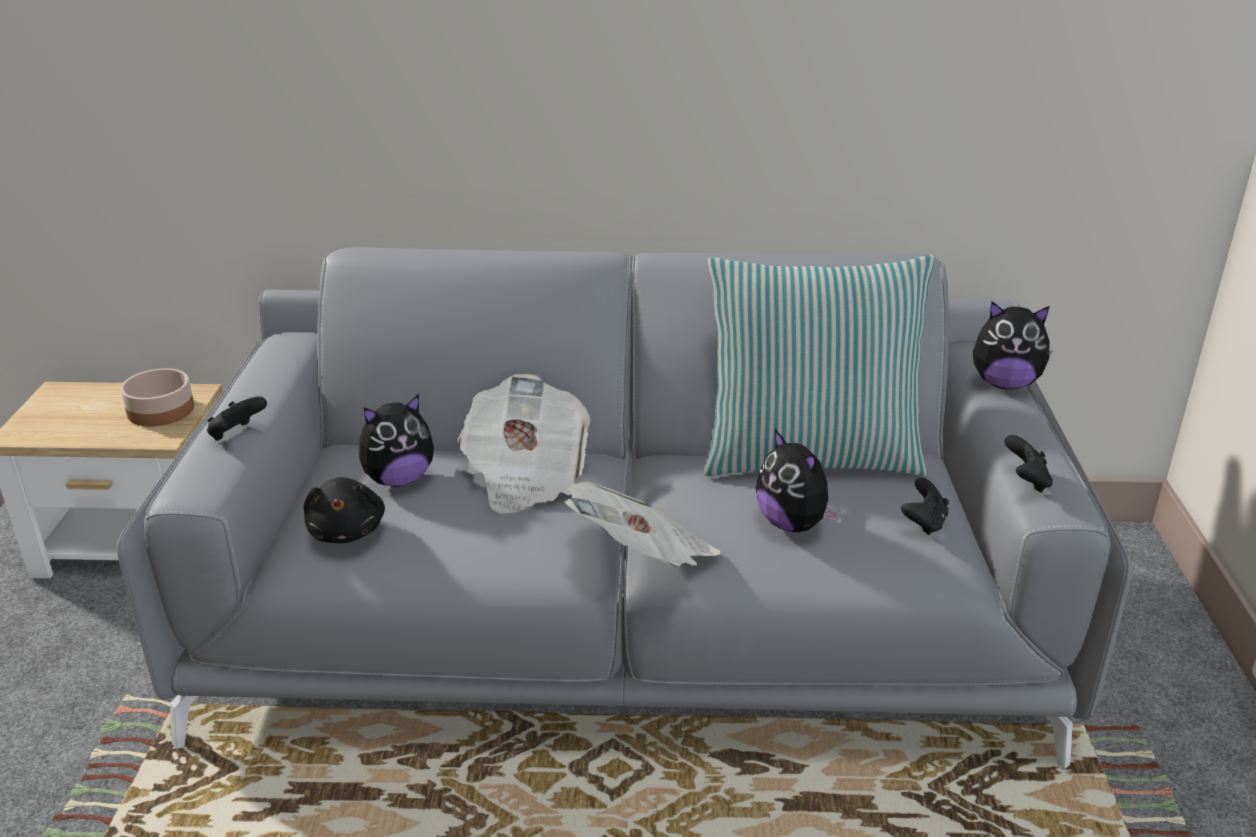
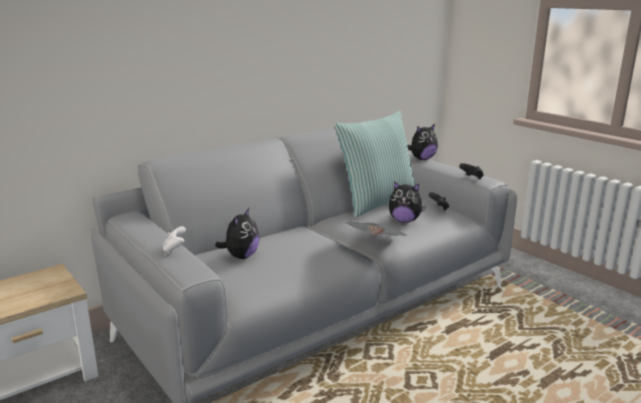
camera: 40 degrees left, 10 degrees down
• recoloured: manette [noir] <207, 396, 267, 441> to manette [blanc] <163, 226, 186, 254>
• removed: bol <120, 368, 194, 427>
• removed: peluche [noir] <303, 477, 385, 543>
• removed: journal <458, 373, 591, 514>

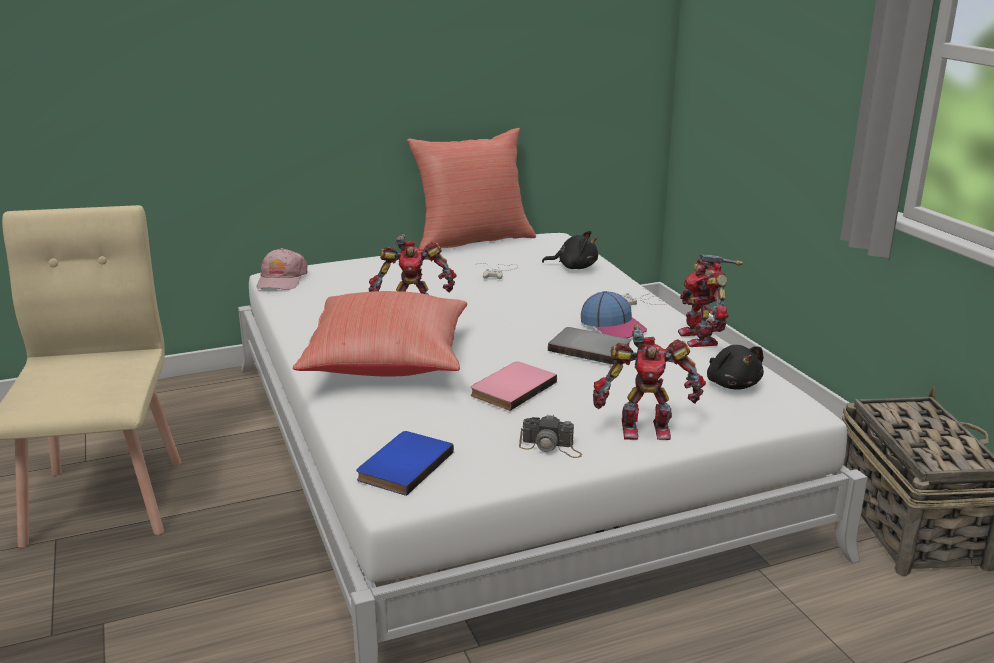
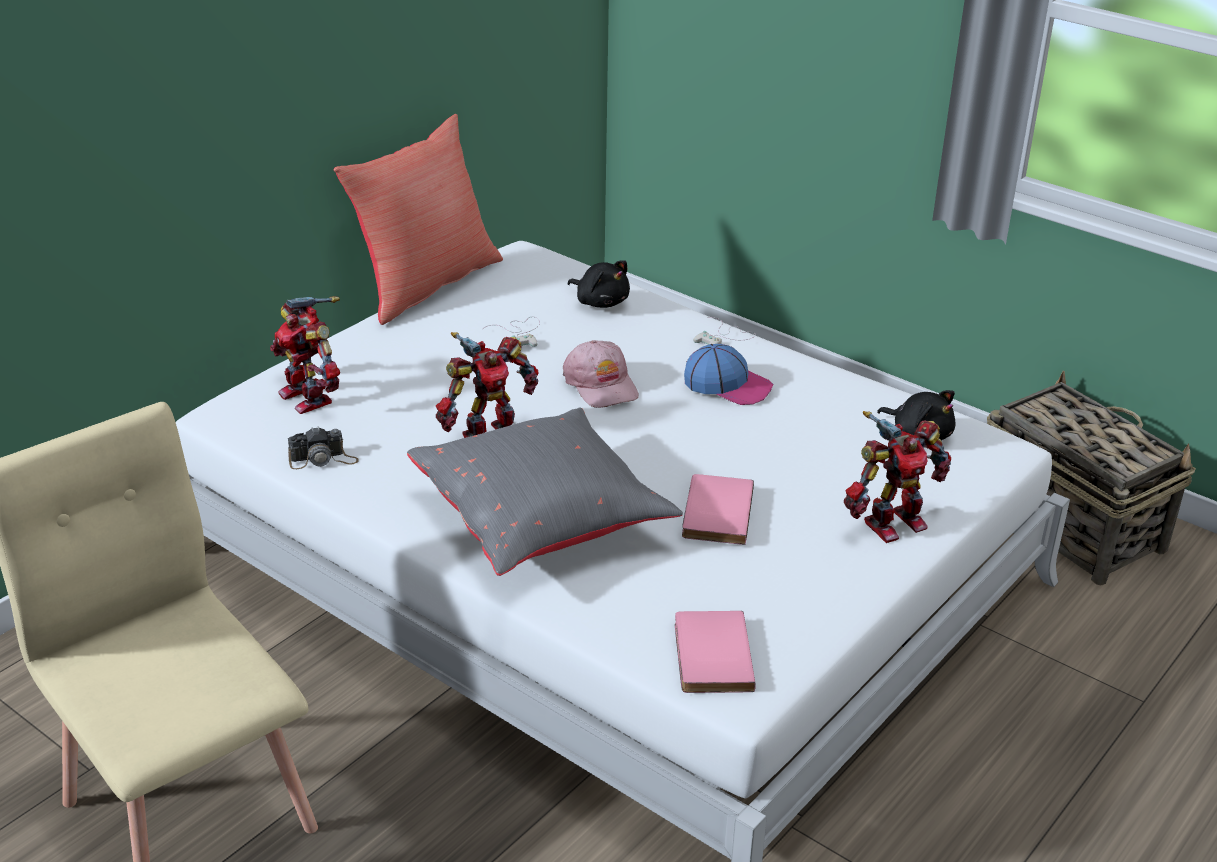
camera: 30 degrees left, 10 degrees up
• moved: robot jouet <678, 254, 743, 347> to <270, 296, 340, 414>
• moved: appareil photo <519, 414, 582, 458> to <288, 426, 358, 469>
• recoloured: coussin [rouge] <293, 291, 467, 377> to coussin [gris] <407, 407, 683, 576>
• moved: casquette [rose] <256, 248, 308, 290> to <563, 340, 639, 408>
• turned: peluche [noir] <542, 231, 598, 269> = <568, 260, 630, 308> 60 degrees clockwise
• recoloured: livre [bleu] <356, 431, 454, 496> to livre [rose] <675, 611, 756, 693>
• removed: livre [gris] <548, 327, 631, 365>

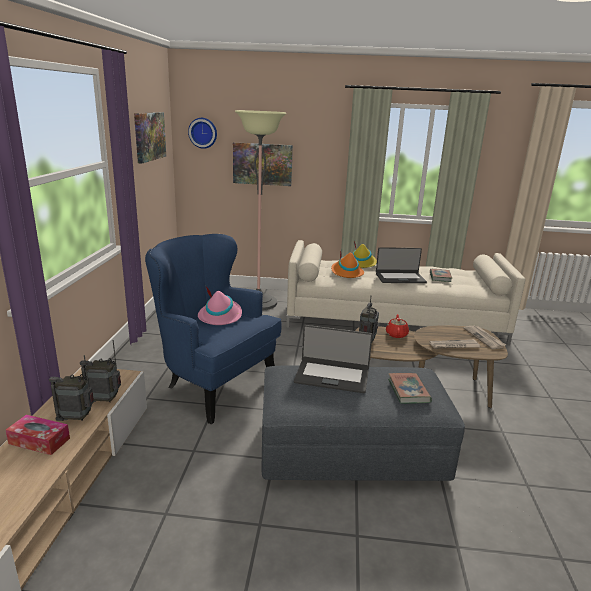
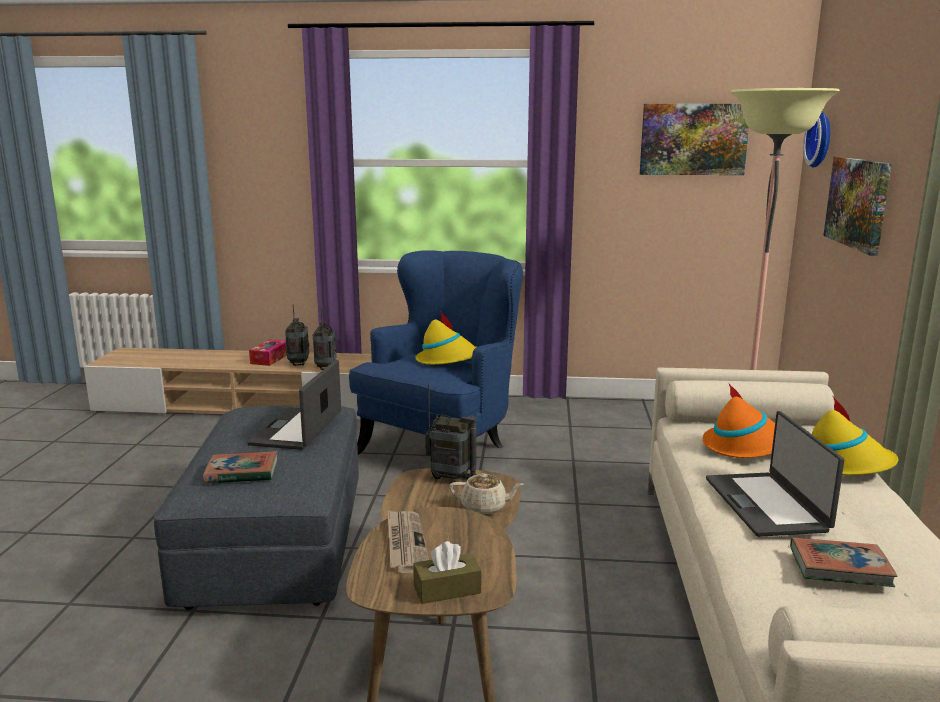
camera: 90 degrees right, 5 degrees down
• replaced: journal <463, 326, 506, 349> to boîte à mouchoirs [marron] <413, 541, 481, 604>
• recoloured: chapeau [rose] <198, 287, 242, 325> to chapeau [jaune] <415, 311, 477, 365>
• recoloured: théière [rouge] <386, 314, 409, 338> to théière [beige] <449, 473, 524, 515>

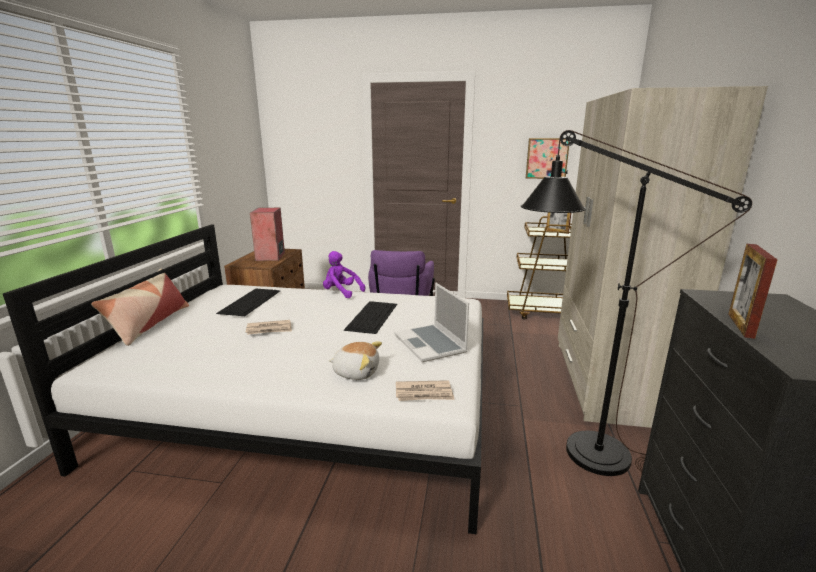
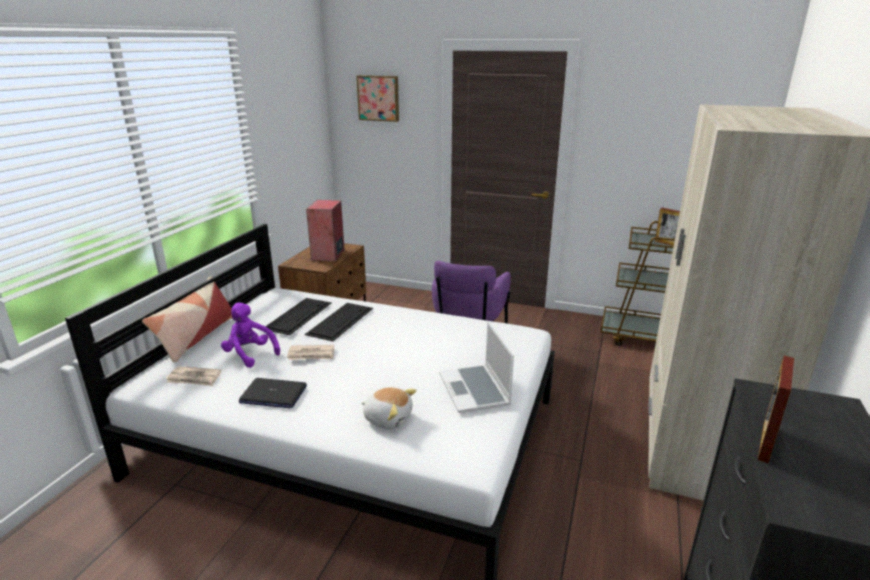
camera: 10 degrees right, 5 degrees up
• moved: journal <396, 380, 455, 401> to <166, 366, 221, 386>
• moved: peluche [violet] <323, 251, 365, 298> to <221, 303, 280, 368>
• added: ordinateur portable <239, 378, 307, 409>
• moved: clavier <344, 301, 397, 334> to <305, 303, 373, 341>
• moved: tableau <526, 138, 569, 179> to <357, 75, 399, 122>
• removed: lampadaire [noir] <521, 130, 752, 476>

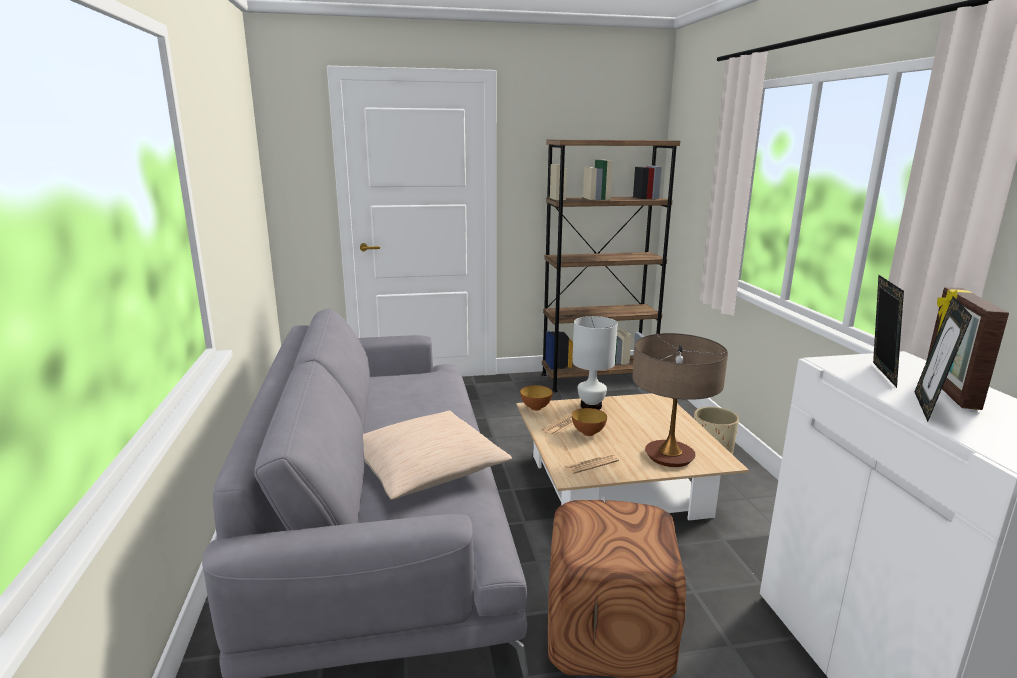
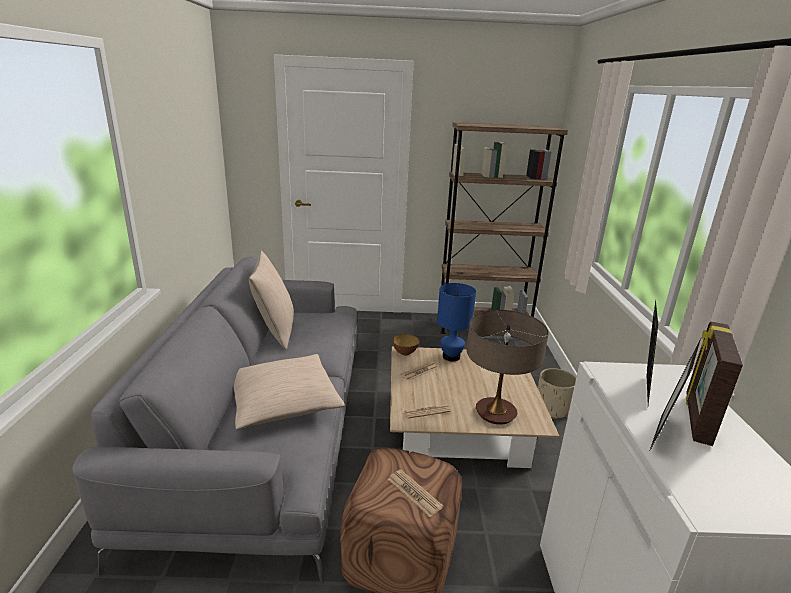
camera: 10 degrees right, 5 degrees up
• added: coussin [beige] <249, 251, 294, 350>
• added: journal <388, 470, 443, 517>
• recoloured: lampe de table [blanc] <573, 316, 618, 410> to lampe de table [bleu] <437, 283, 476, 362>
• removed: bol <572, 408, 607, 436>

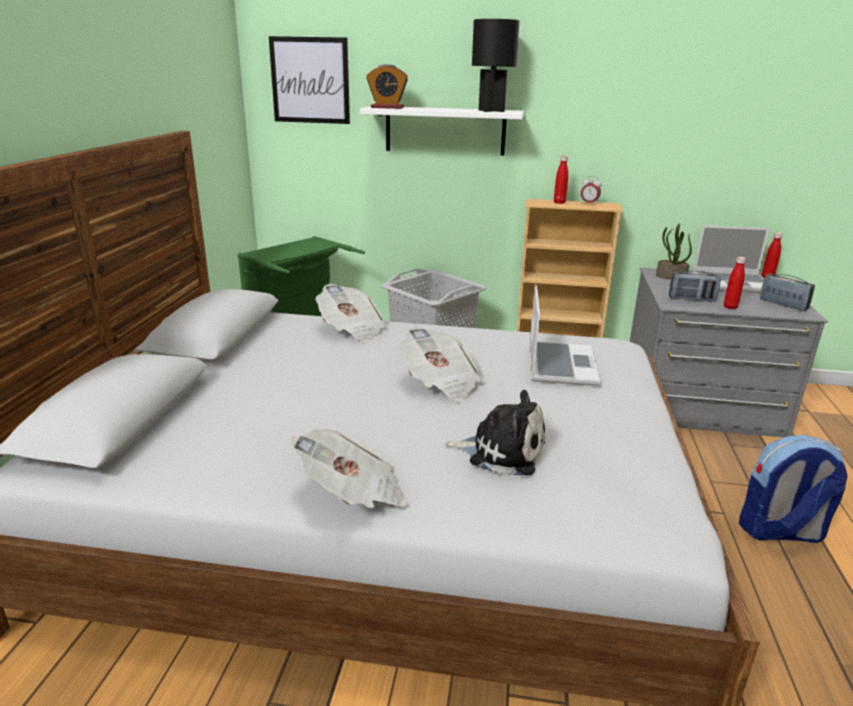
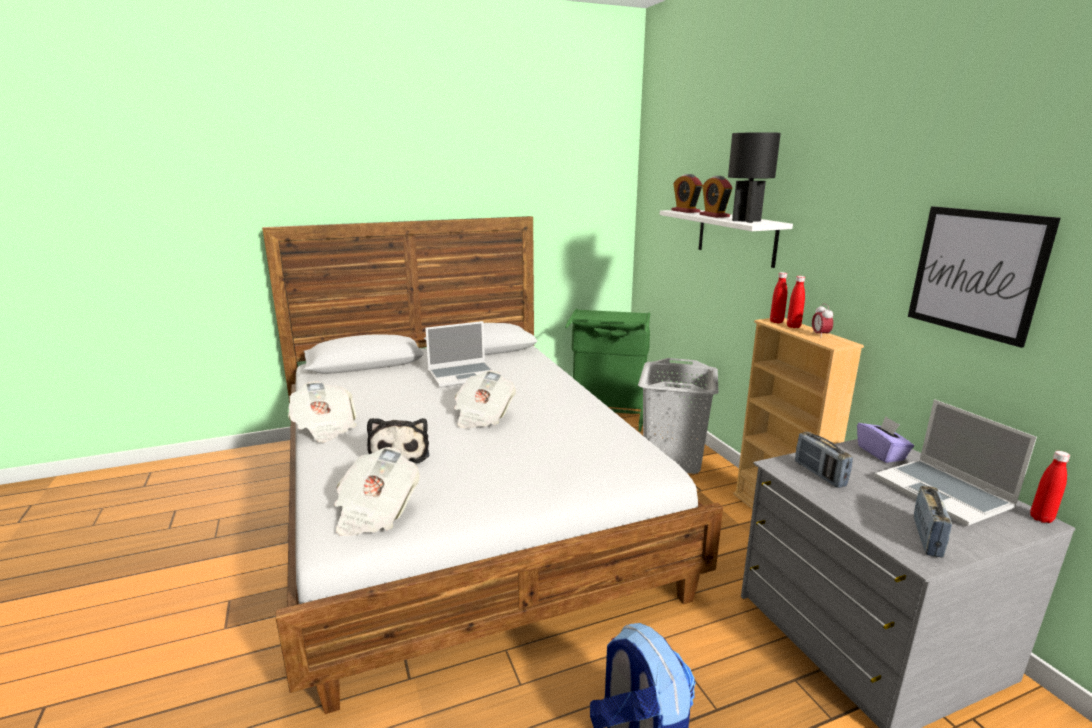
camera: 60 degrees right, 5 degrees down
• moved: journal <316, 284, 386, 342> to <334, 447, 420, 536>
• moved: ordinateur portable <529, 285, 601, 386> to <425, 321, 494, 388>
• added: réveil <700, 176, 733, 218>
• moved: bouteille [rouge] <724, 257, 746, 309> to <770, 272, 787, 323>
• replaced: plante en pot <656, 223, 692, 279> to boîte à mouchoirs [violet] <857, 417, 914, 463>
• moved: tableau <269, 36, 350, 124> to <908, 206, 1061, 348>

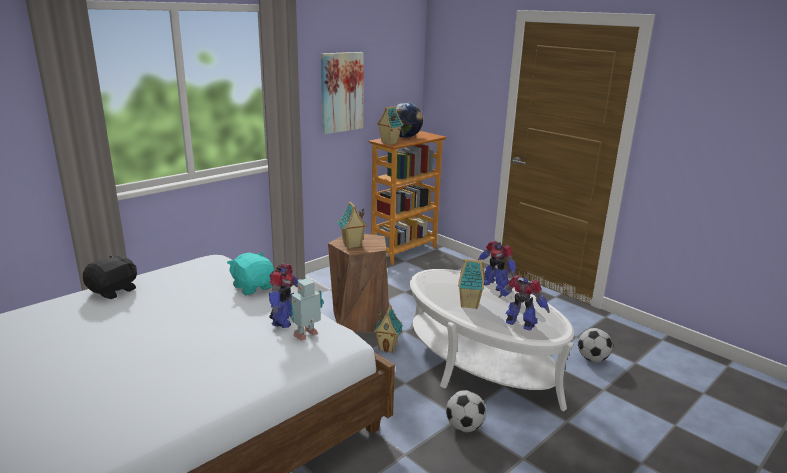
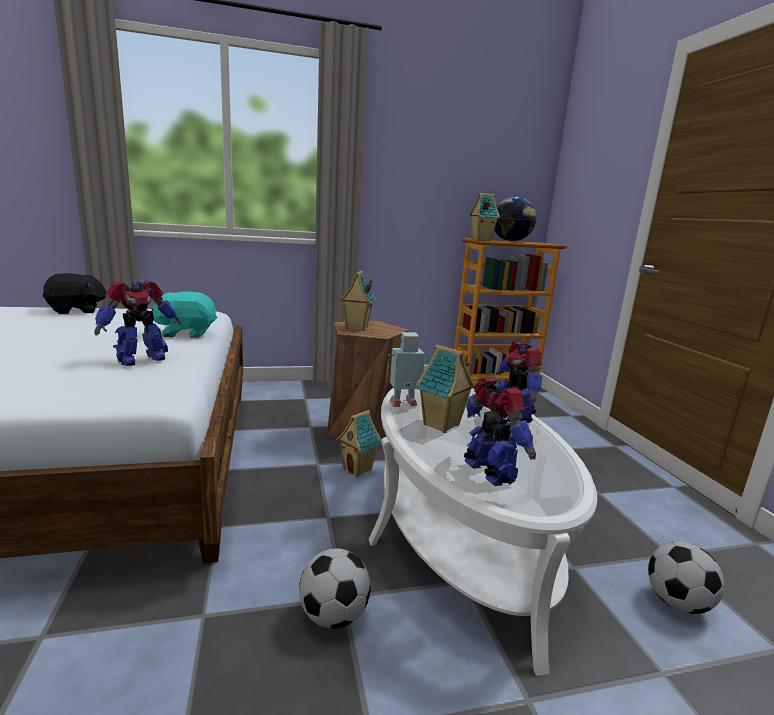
camera: 30 degrees right, 5 degrees down
• turned: peluche [turquoise] <227, 252, 274, 295> = <151, 292, 217, 338> 90 degrees counterclockwise
• moved: robot jouet <291, 278, 323, 341> to <386, 332, 430, 407>
• removed: tableau <321, 52, 364, 134>

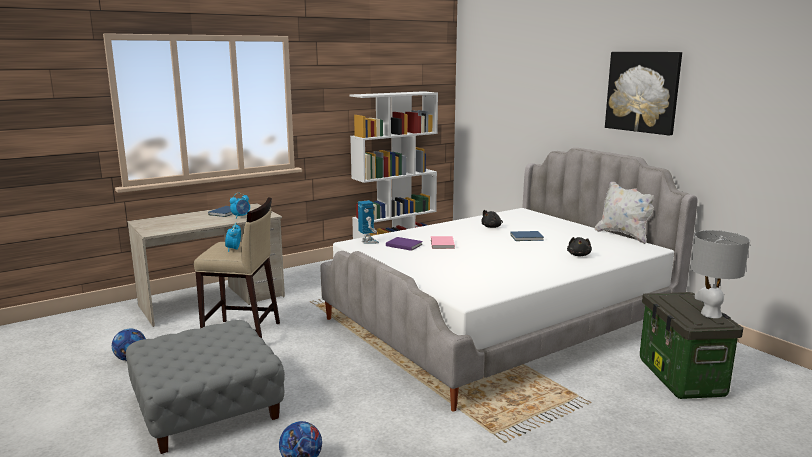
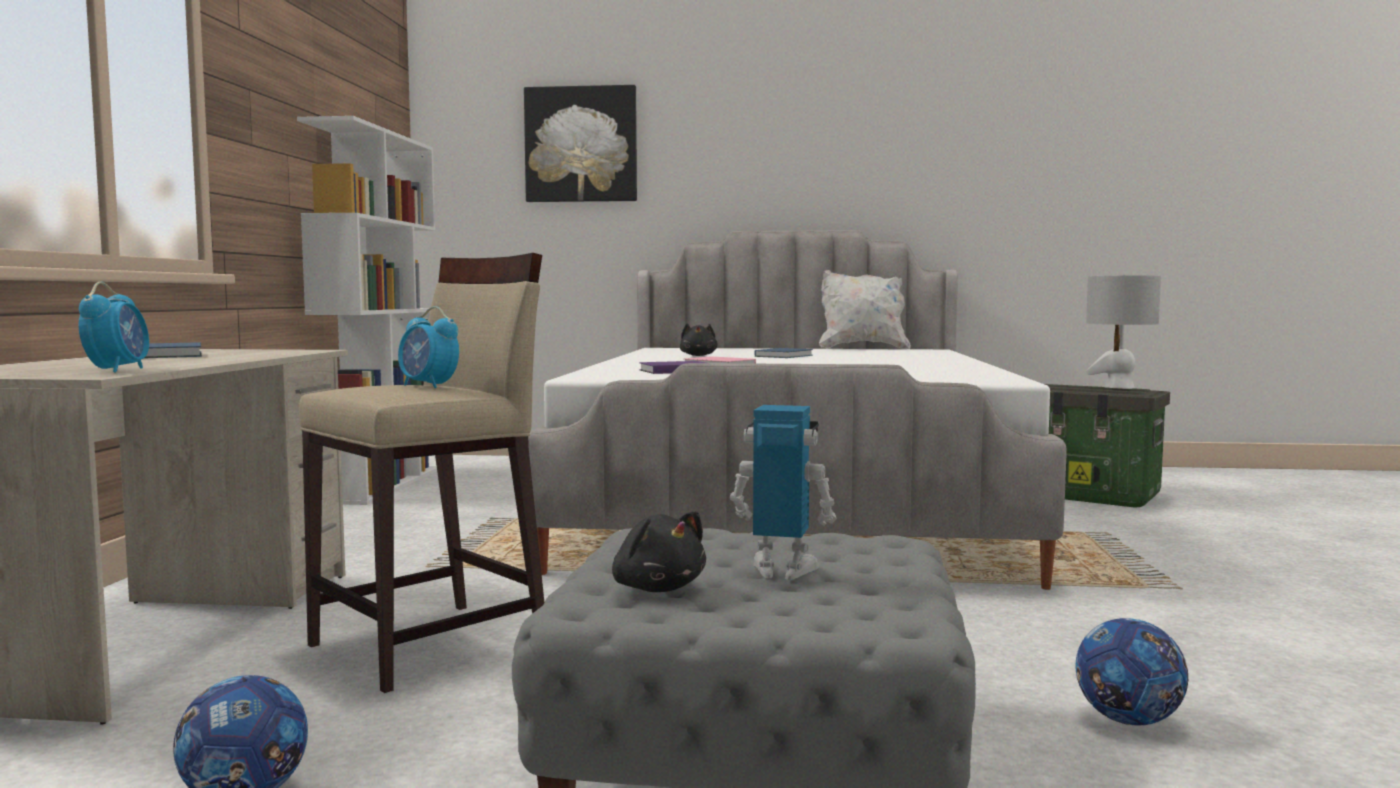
camera: 50 degrees left, 10 degrees down
• moved: réveil <230, 193, 250, 218> to <78, 282, 149, 373>
• moved: tableau <605, 52, 682, 135> to <524, 85, 637, 202>
• moved: peluche [noir] <567, 237, 592, 256> to <612, 511, 706, 592>
• moved: robot jouet <358, 200, 379, 244> to <730, 405, 837, 580>

